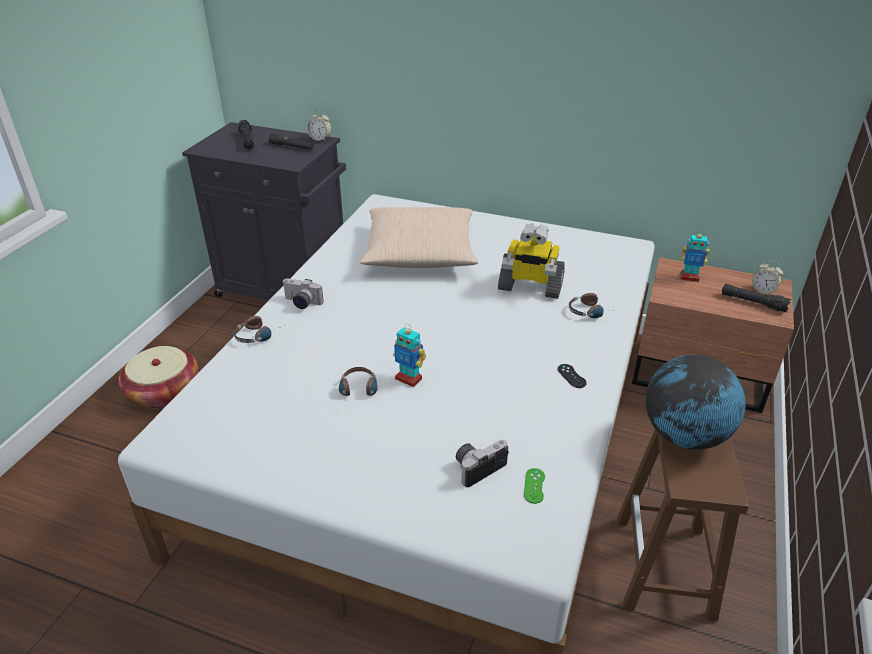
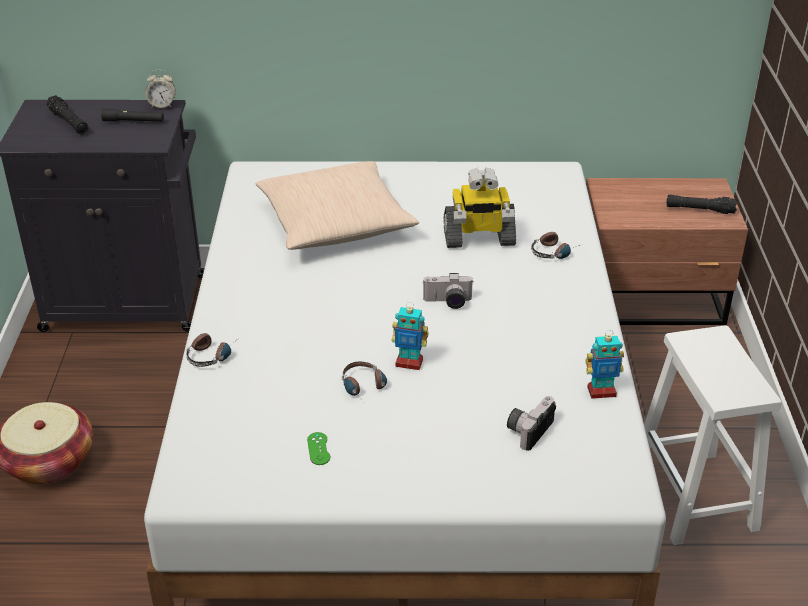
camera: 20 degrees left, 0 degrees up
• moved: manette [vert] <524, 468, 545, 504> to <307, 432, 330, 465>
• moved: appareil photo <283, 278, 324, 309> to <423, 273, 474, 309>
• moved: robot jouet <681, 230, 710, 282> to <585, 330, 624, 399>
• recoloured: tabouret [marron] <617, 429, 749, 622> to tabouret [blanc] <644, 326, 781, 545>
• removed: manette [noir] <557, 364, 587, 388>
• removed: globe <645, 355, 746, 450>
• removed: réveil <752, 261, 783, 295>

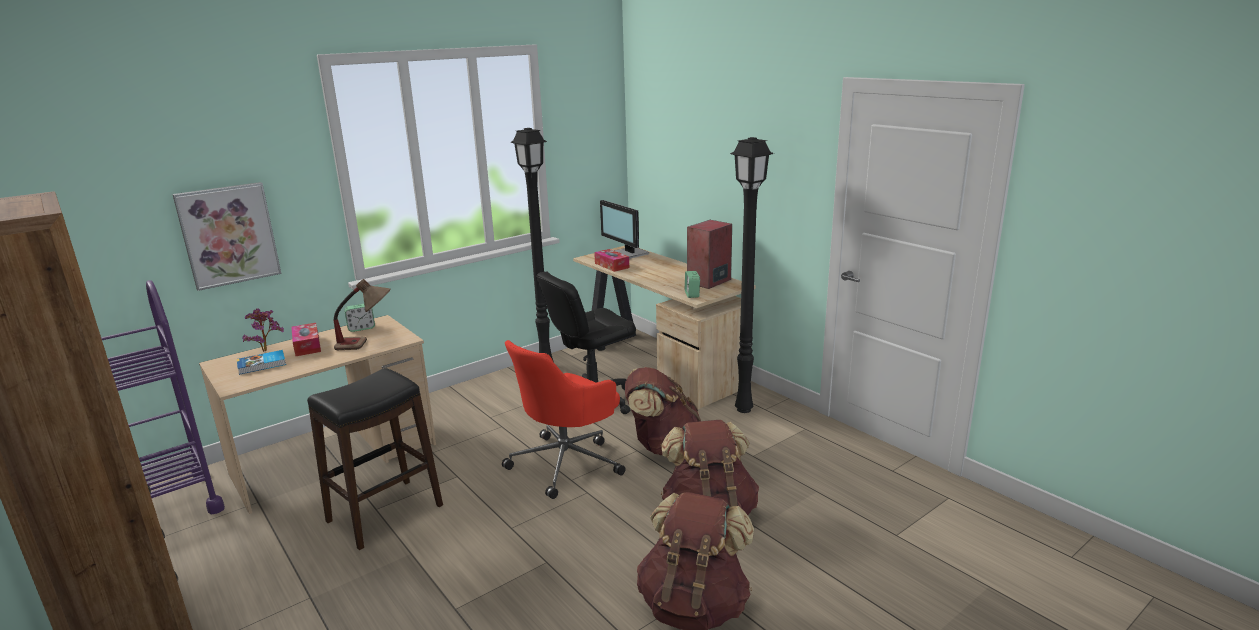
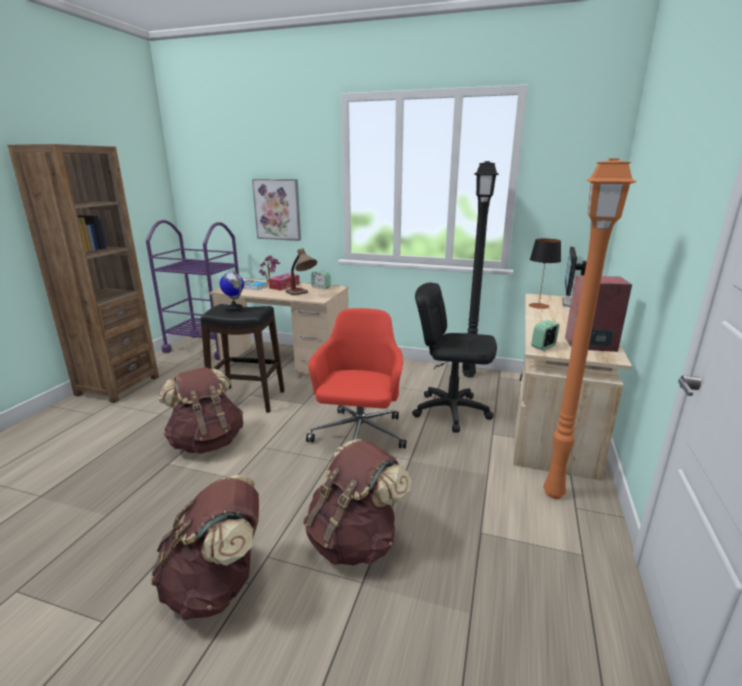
camera: 55 degrees right, 0 degrees up
• moved: sac à dos [marron] <625, 367, 701, 455> to <159, 367, 243, 454>
• added: globe <220, 270, 244, 311>
• turned: chaise de bureau [rouge] <502, 340, 626, 499> = <306, 308, 406, 449> 90 degrees clockwise
• replaced: boîte à mouchoirs <594, 249, 629, 272> to lampe de table <529, 238, 561, 309>
• recoloured: lampadaire [noir] <730, 137, 774, 413> to lampadaire [orange] <543, 158, 637, 499>

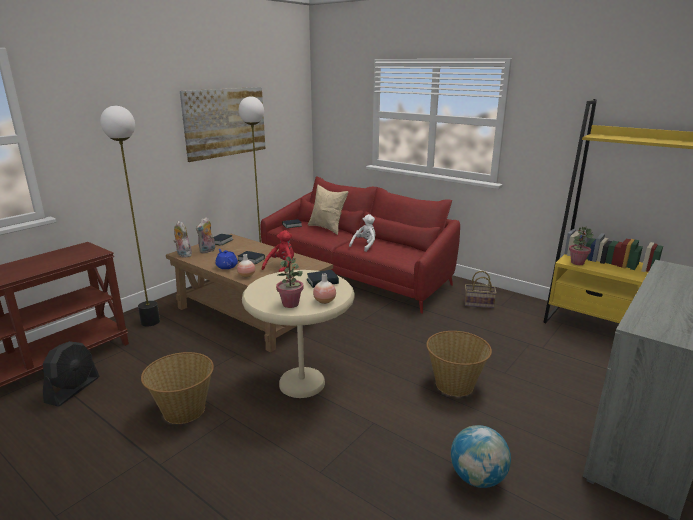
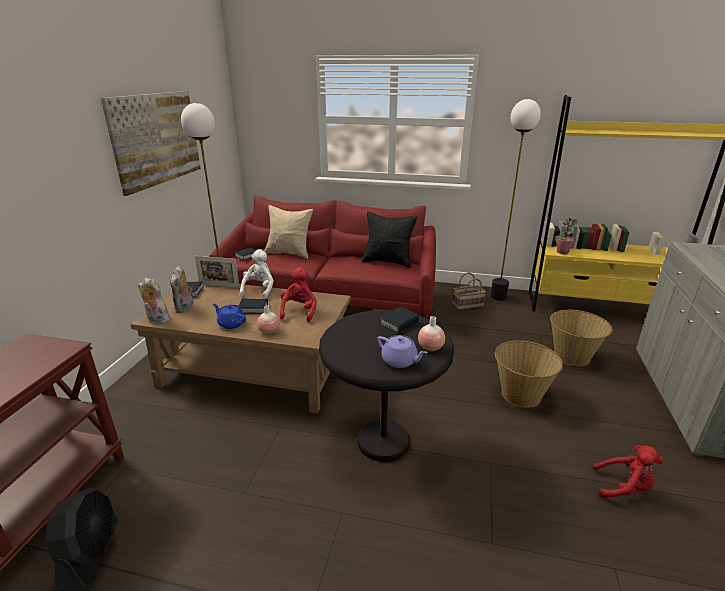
camera: 25 degrees left, 5 degrees up
• added: cadre photo <195, 256, 240, 288>
• moved: peluche [blanc] <349, 214, 376, 252> to <240, 249, 274, 299>
• recoloured: table d'appoint [beige] <242, 270, 355, 398> to table d'appoint [noir] <319, 310, 454, 462>
• added: coussin [noir] <362, 212, 417, 268>
• replaced: plante en pot <276, 257, 303, 308> to théière [violet] <377, 335, 428, 368>
• moved: lampadaire <100, 105, 160, 327> to <490, 99, 541, 300>
• moved: panier <141, 352, 214, 424> to <550, 310, 613, 366>
• replaced: globe <451, 425, 511, 488> to peluche [rouge] <592, 445, 664, 498>

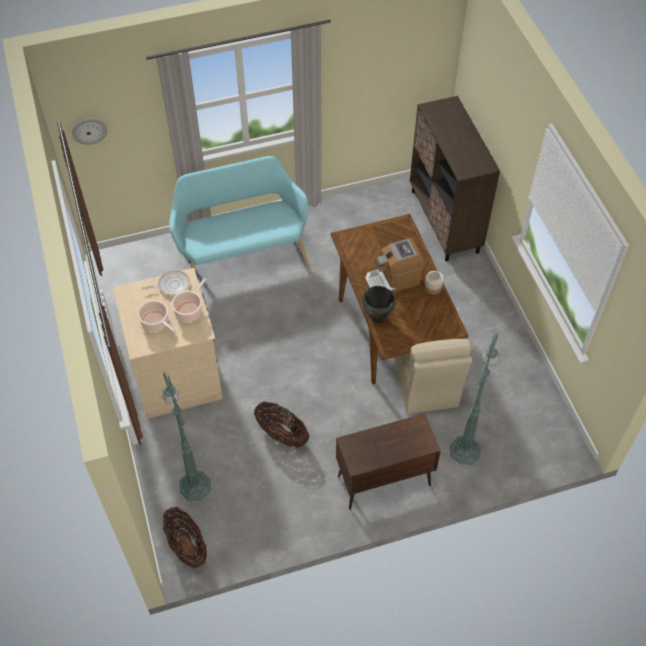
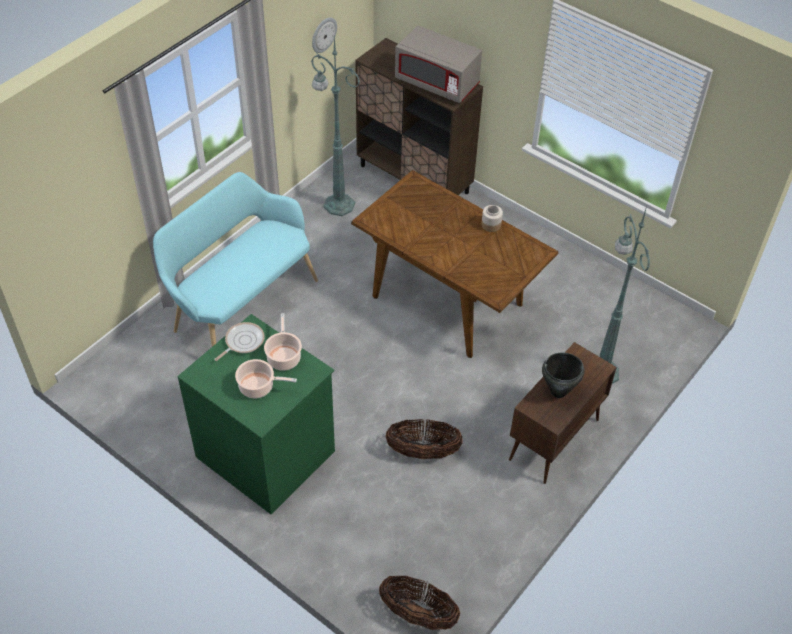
camera: 35 degrees left, 5 degrees down
• recoloured: commode [beige] <113, 268, 223, 419> to commode [vert] <177, 314, 335, 515>
• moved: lampadaire [vert] <162, 372, 211, 501> to <311, 36, 360, 216>
• moved: horloge murale <72, 119, 107, 145> to <312, 17, 337, 53>
• added: micro-ondes [gris] <395, 26, 482, 103>
• moved: marmite [noir] <362, 286, 396, 323> to <542, 352, 585, 398>
• removed: machine à café <365, 239, 425, 293>
• removed: chaise [beige] <394, 339, 472, 413>

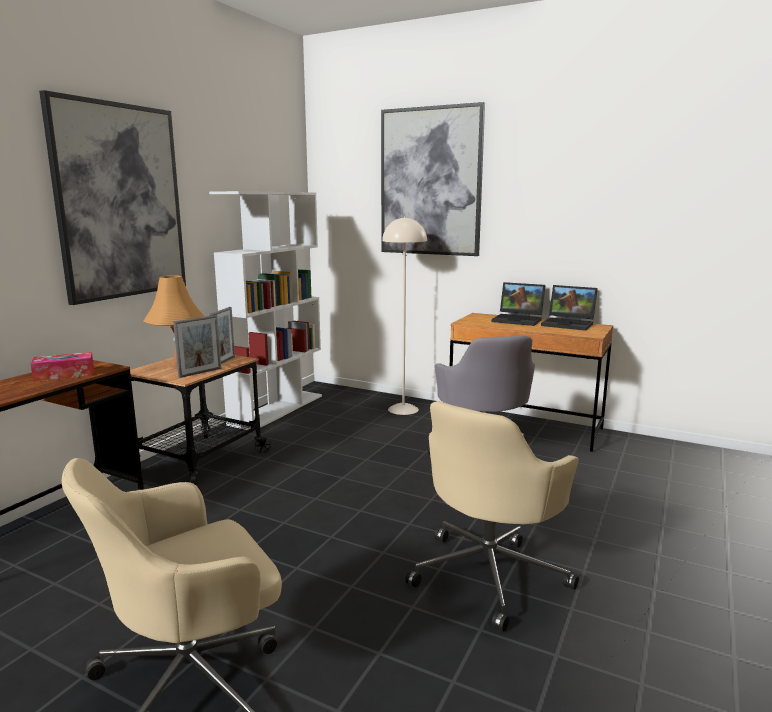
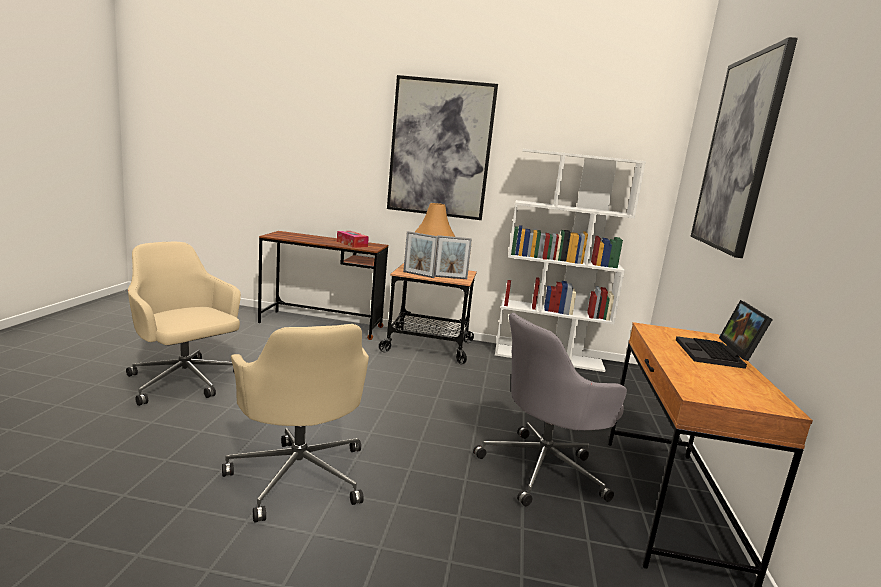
camera: 70 degrees right, 0 degrees up
• turned: chaise de bureau [beige] <405, 401, 579, 632> = <222, 324, 369, 523> 135 degrees counterclockwise
• removed: lampadaire [beige] <382, 216, 427, 415>
• removed: ordinateur portable <541, 285, 598, 331>

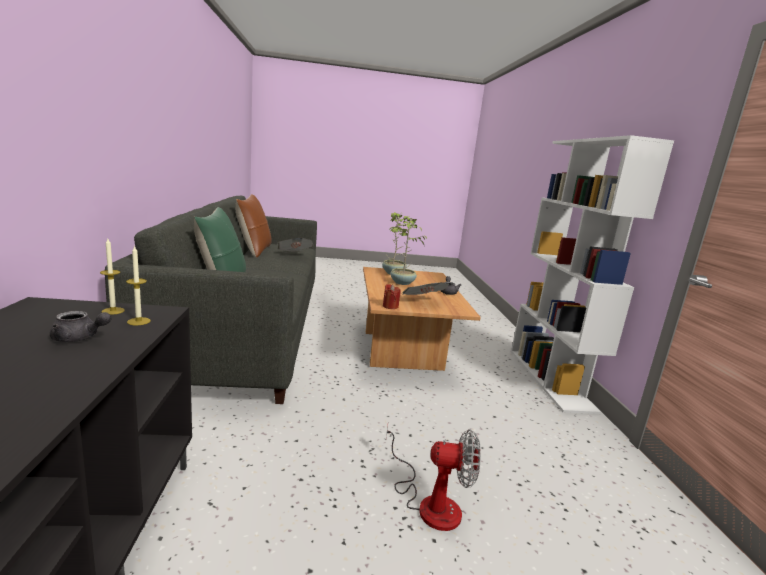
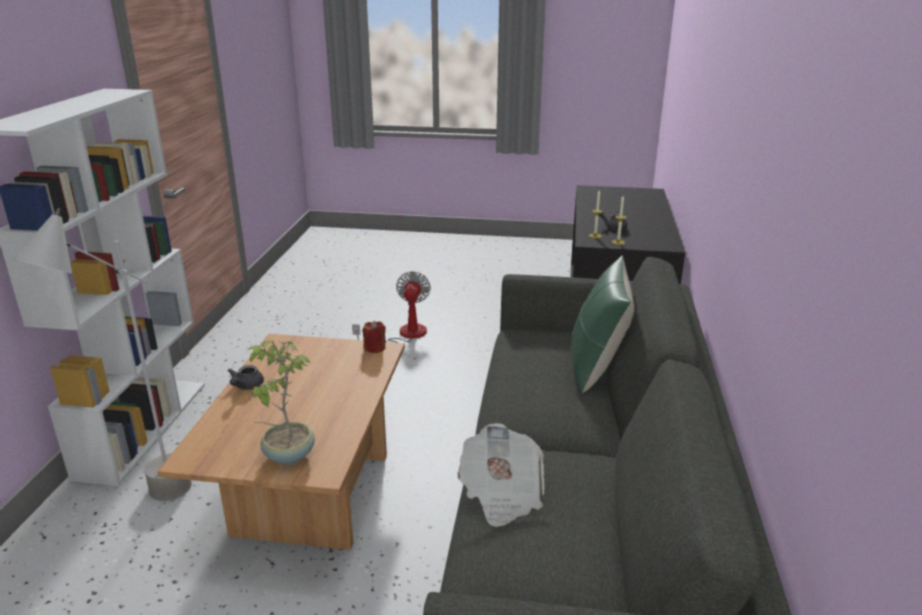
camera: 165 degrees left, 10 degrees up
• added: lampadaire [gris] <13, 208, 192, 501>
• turned: ventilateur <386, 425, 481, 531> = <352, 271, 431, 343> 75 degrees clockwise
• removed: coussin [marron] <236, 194, 272, 258>
• removed: plante en pot <390, 218, 427, 285>
• removed: journal <402, 282, 449, 295>

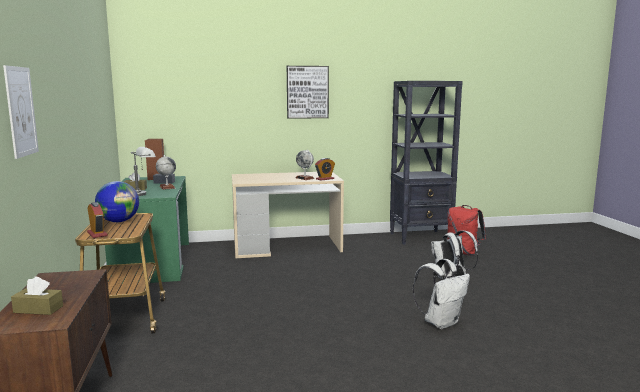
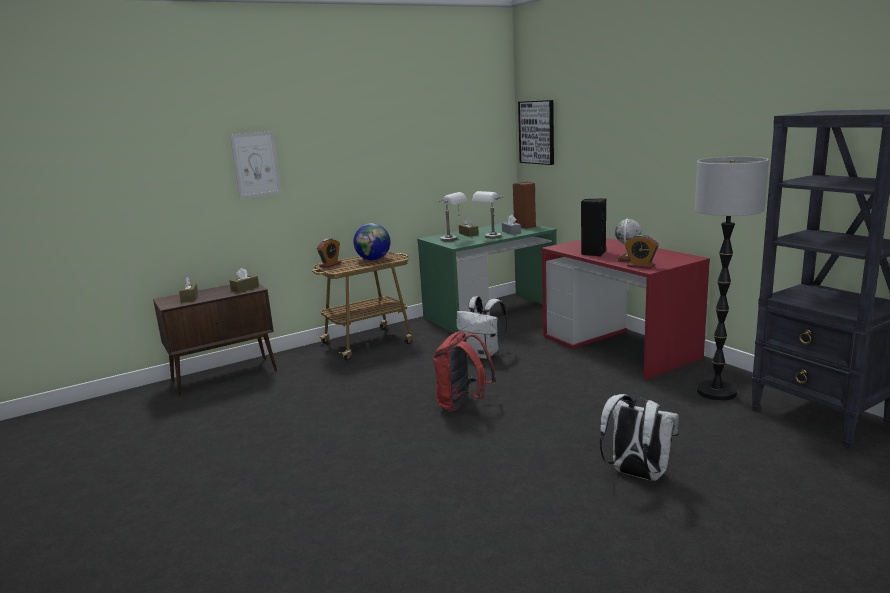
camera: 70 degrees right, 5 degrees up
• added: boîte à mouchoirs [marron] <229, 268, 259, 292>
• moved: sac à dos [rouge] <447, 205, 486, 256> to <433, 331, 496, 412>
• moved: sac à dos [blanc] <413, 259, 470, 329> to <456, 296, 507, 359>
• replaced: globe <156, 155, 176, 190> to lampe de table [gris] <472, 191, 503, 239>
• moved: tableau <287, 66, 329, 119> to <518, 100, 554, 165>
• recoloured: bureau [beige] <232, 172, 344, 258> to bureau [rouge] <541, 238, 710, 380>
• added: enceinte [noir] <581, 198, 606, 257>
• added: lampadaire <695, 157, 769, 401>

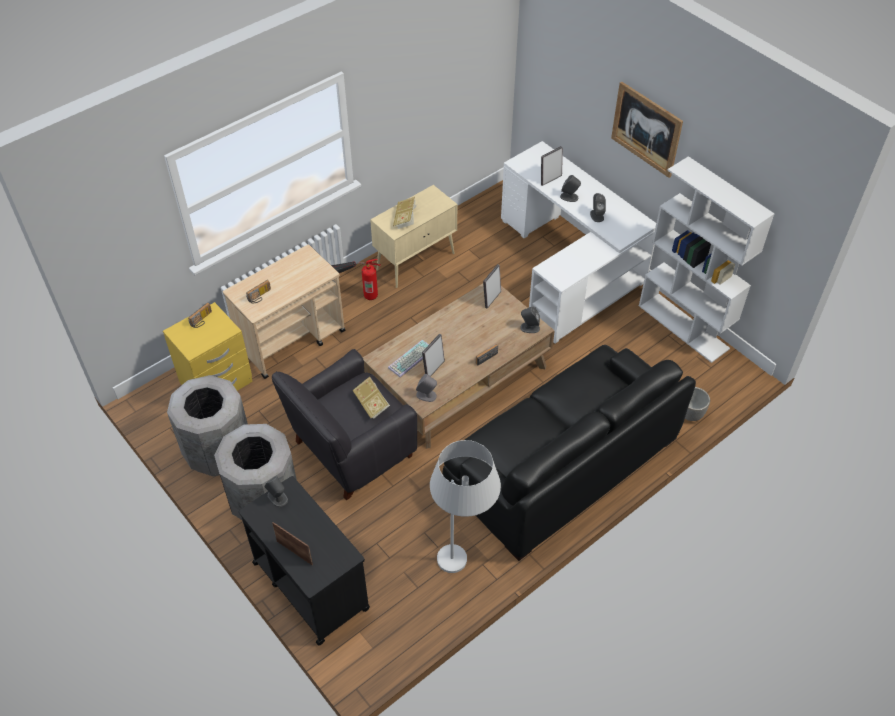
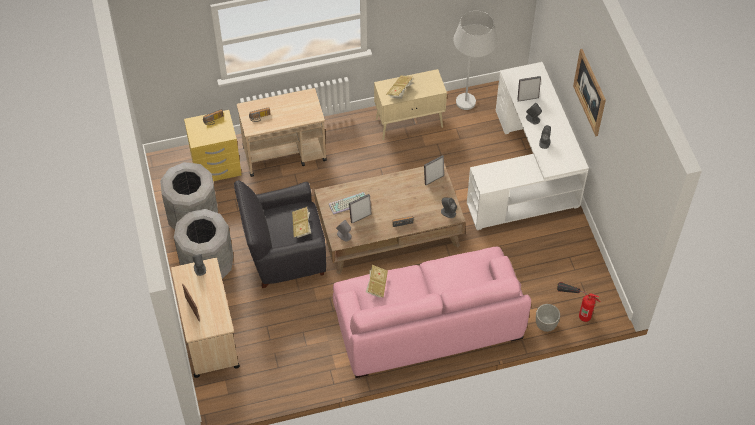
camera: 25 degrees right, 5 degrees up
• recoloured: chariot [noir] <239, 476, 370, 646> to chariot [beige] <171, 258, 240, 378>
• recoloured: canapé [noir] <443, 345, 696, 561> to canapé [rose] <333, 246, 531, 378>
• added: livre <366, 265, 388, 298>
• moved: lampadaire [blanc] <430, 440, 501, 573> to <453, 11, 498, 110>
• moved: extincteur <331, 259, 381, 300> to <557, 282, 600, 322>
• removed: bibliothèque [blanc] <639, 156, 775, 363>

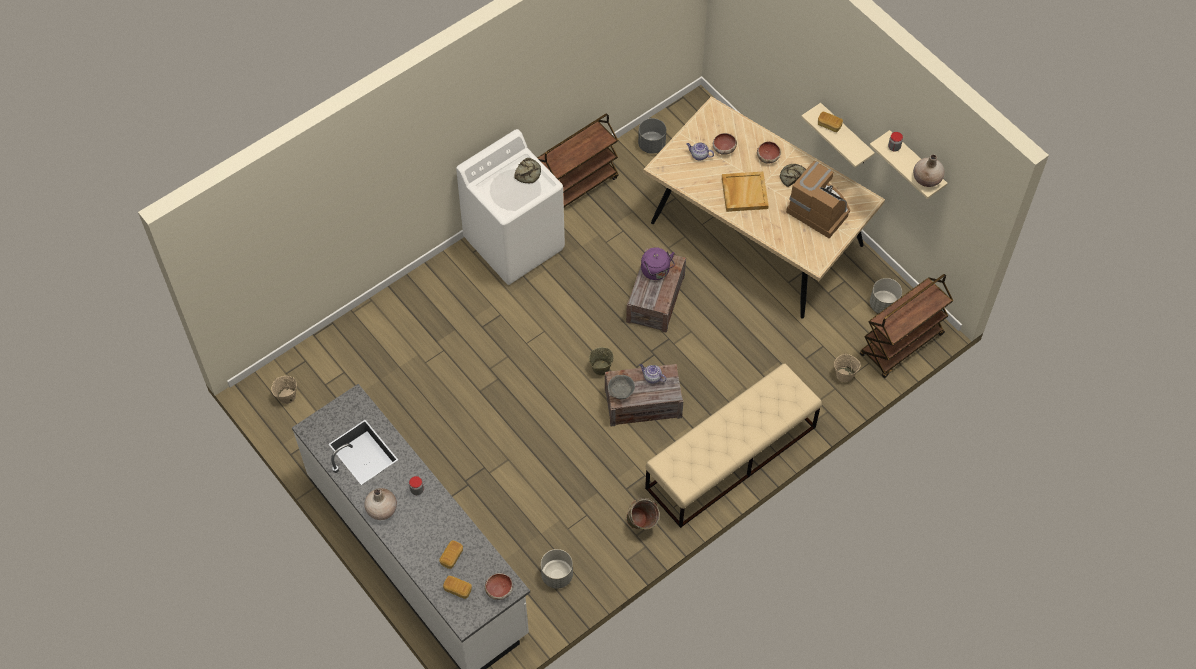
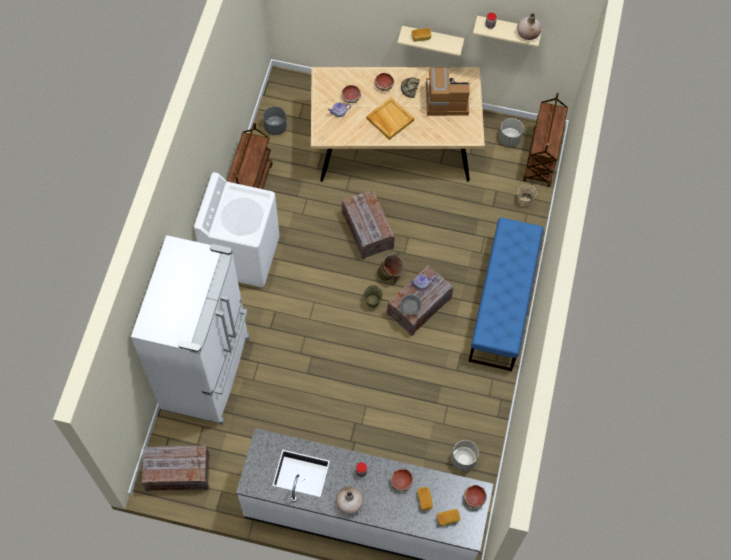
camera: 40 degrees left, 5 degrees up
• added: réfrigérateur [blanc] <131, 235, 250, 424>
• replaced: seau [beige] <271, 376, 297, 404> to caisse <142, 445, 210, 491>
• moved: seau [vert] <626, 498, 660, 530> to <377, 254, 404, 281>
• added: bol <390, 469, 413, 491>
• recoloured: banc [beige] <645, 364, 822, 528> to banc [bleu] <469, 217, 544, 371>
• removed: pain <514, 158, 541, 183>
• removed: bouilloire [violet] <641, 247, 675, 280>

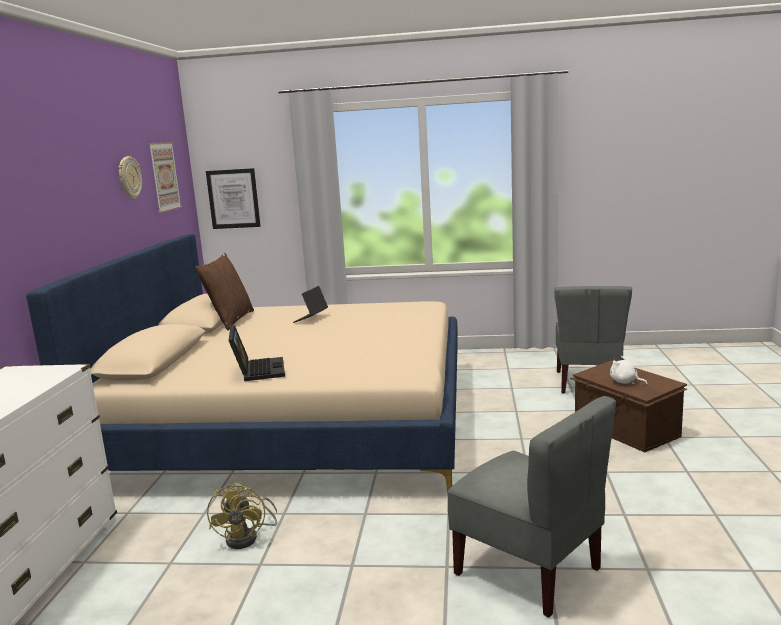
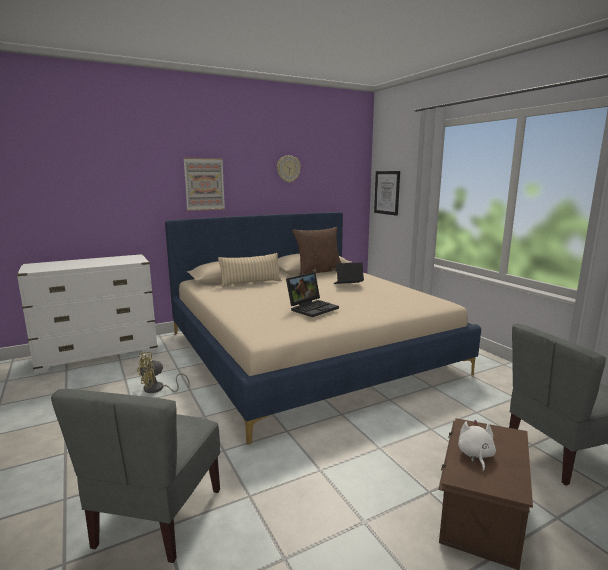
camera: 55 degrees right, 0 degrees up
• moved: tableau <148, 142, 182, 213> to <183, 158, 225, 211>
• added: coussin [beige] <218, 253, 282, 287>
• moved: ordinateur portable <228, 325, 285, 381> to <286, 272, 339, 317>

